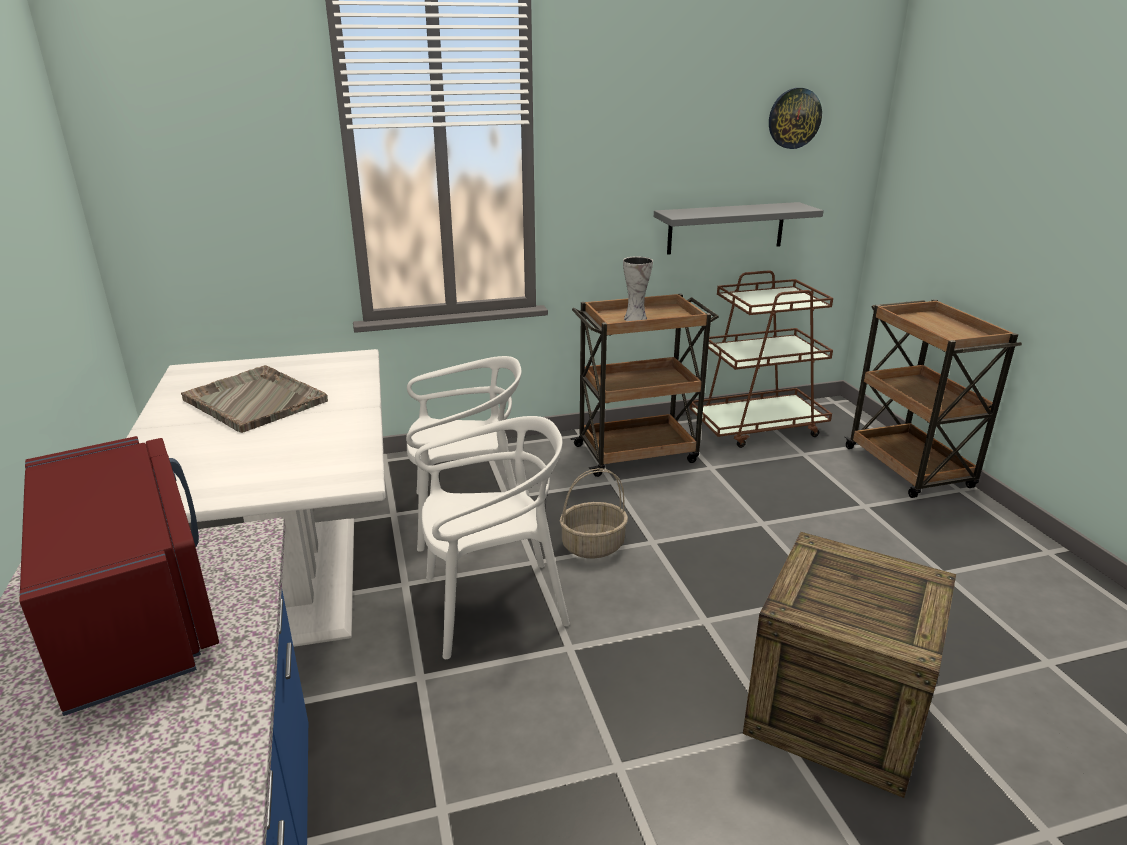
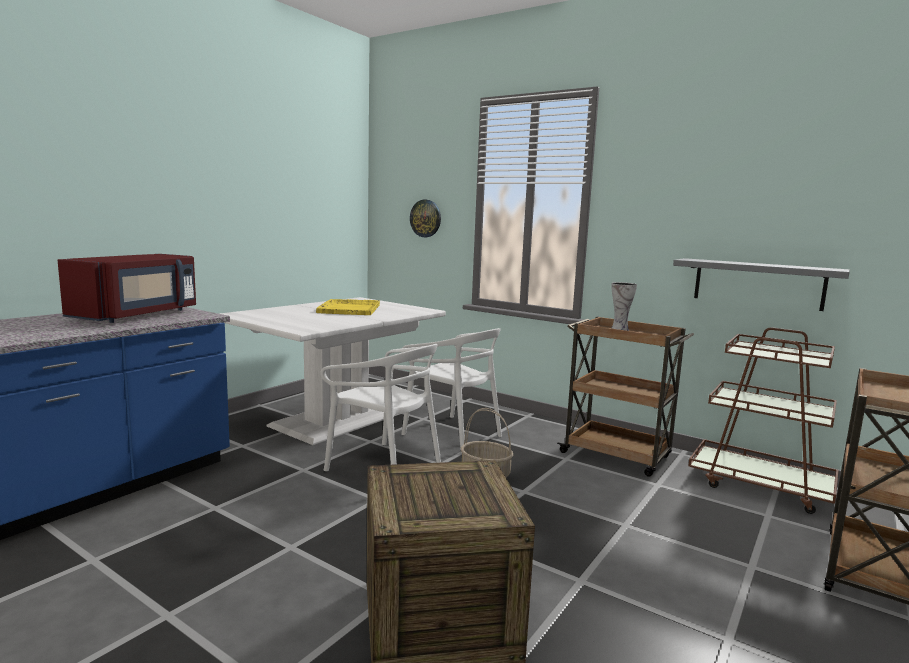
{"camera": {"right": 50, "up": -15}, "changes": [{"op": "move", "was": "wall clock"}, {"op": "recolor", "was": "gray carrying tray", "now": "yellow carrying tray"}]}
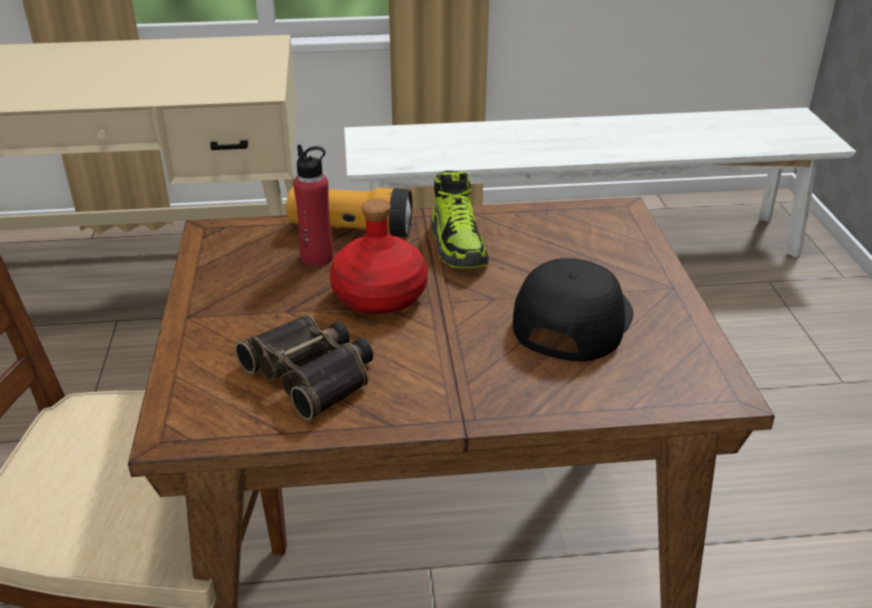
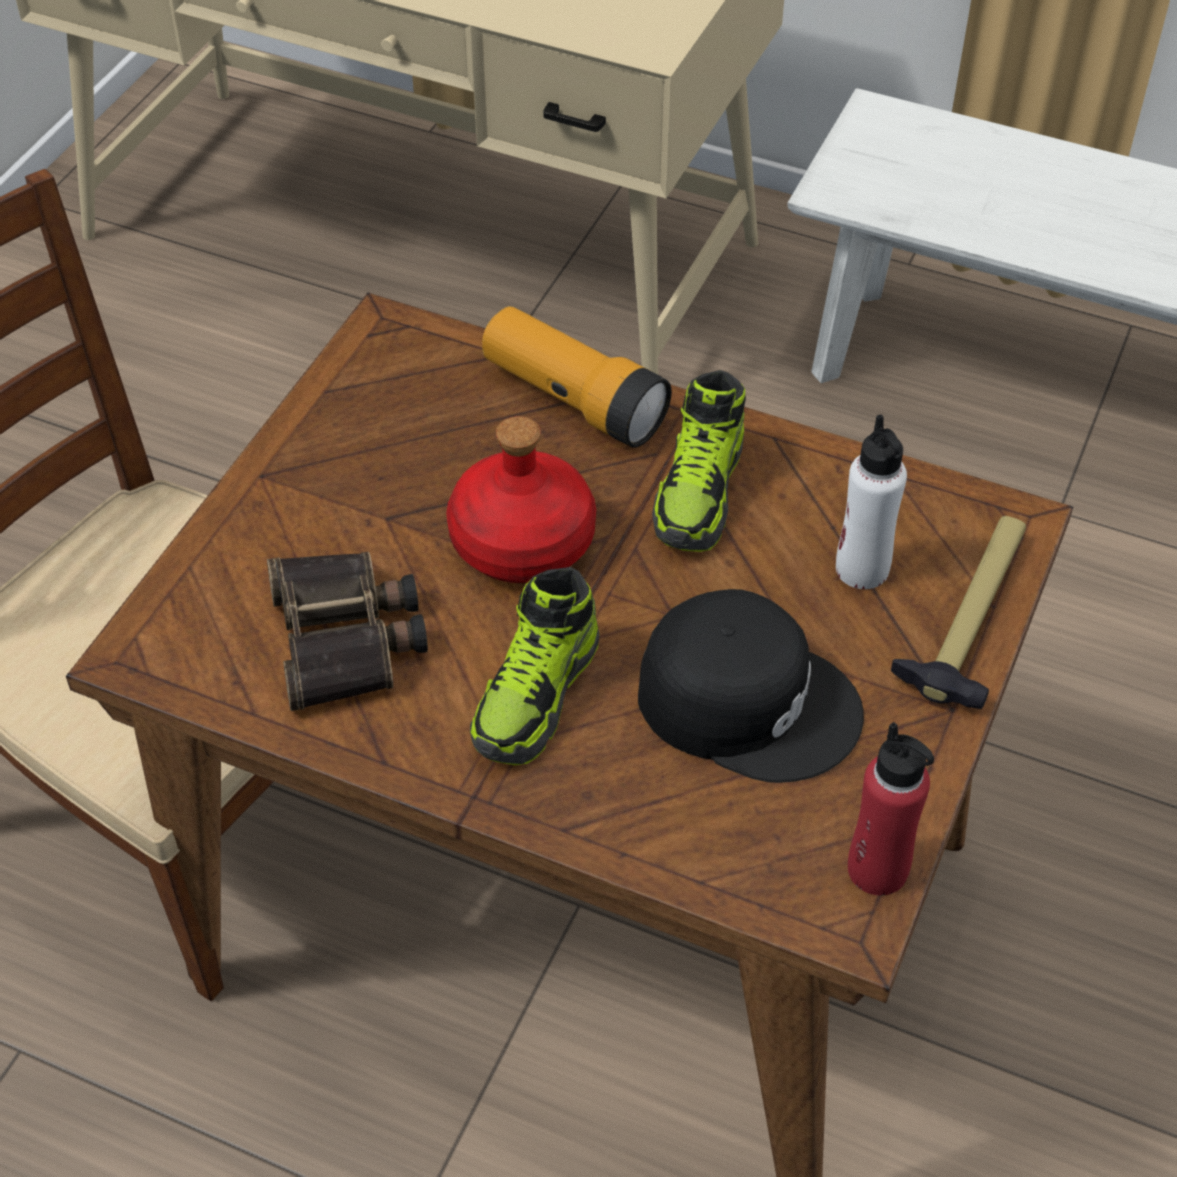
{"camera": {"right": 30, "up": 15}, "changes": [{"op": "insert", "now": "shoe (1st from left)"}, {"op": "insert", "now": "whitish bottle"}, {"op": "insert", "now": "tool hammer"}, {"op": "move", "was": "red bottle (1st from left in the first image)", "now": "red bottle (2nd from left)"}, {"op": "rotate", "was": "black baseball cap", "clockwise": 60}]}
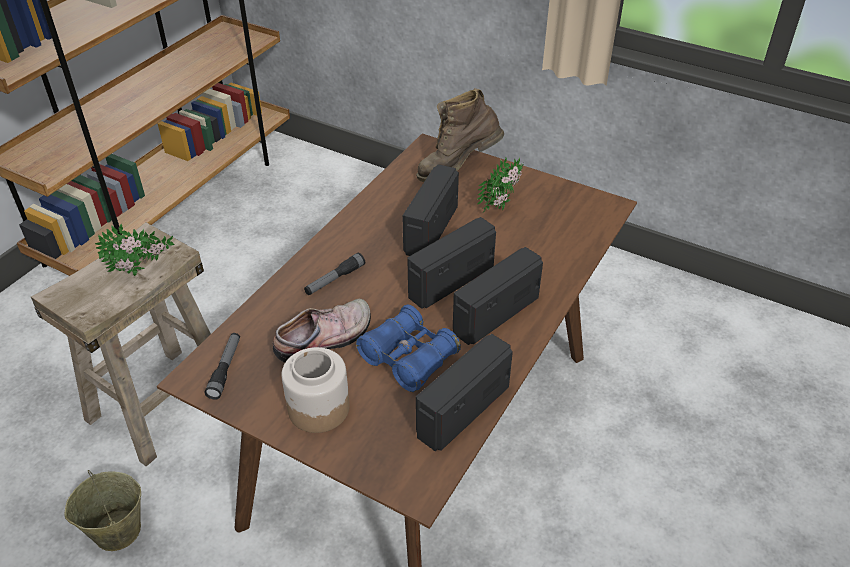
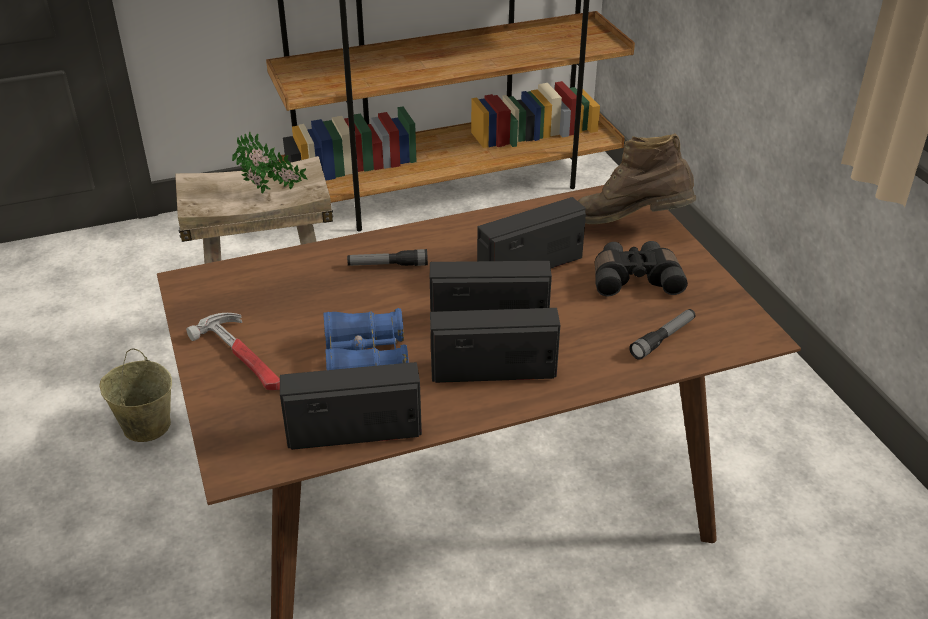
{"camera": {"right": 40, "up": -5}, "changes": [{"op": "delete", "was": "shoe"}, {"op": "move", "was": "hand torch (1st from left in the first image)", "now": "hand torch (2nd from left)"}, {"op": "replace", "was": "jar", "now": "tool hammer"}, {"op": "replace", "was": "potted plant (2nd from left)", "now": "black field glasses"}]}
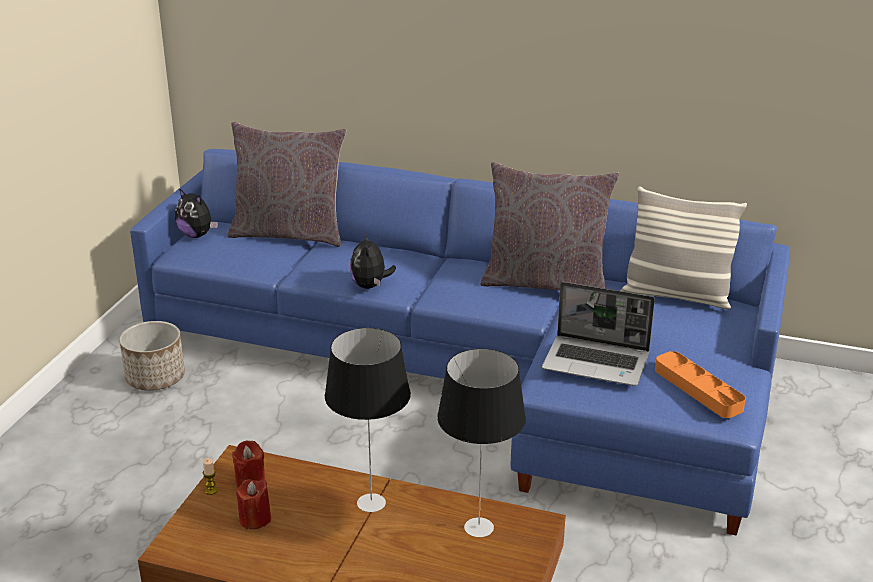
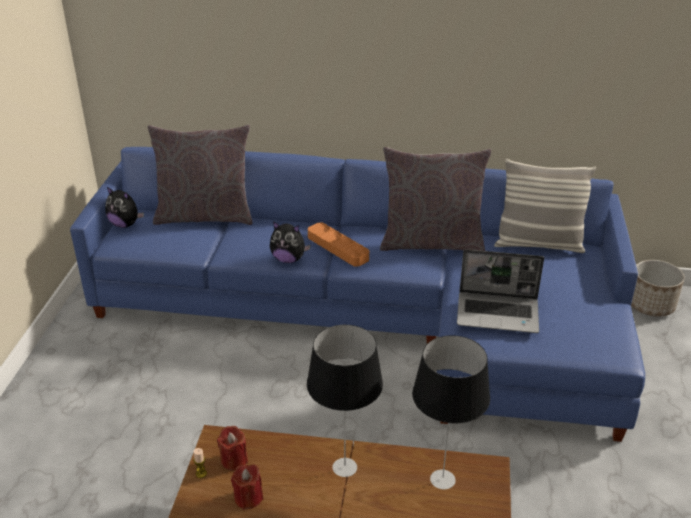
{"camera": {"right": -10, "up": 5}, "changes": [{"op": "move", "was": "plant pot"}, {"op": "move", "was": "orangey carrying tray"}, {"op": "rotate", "was": "plush toy (2nd from left)", "clockwise": -60}]}
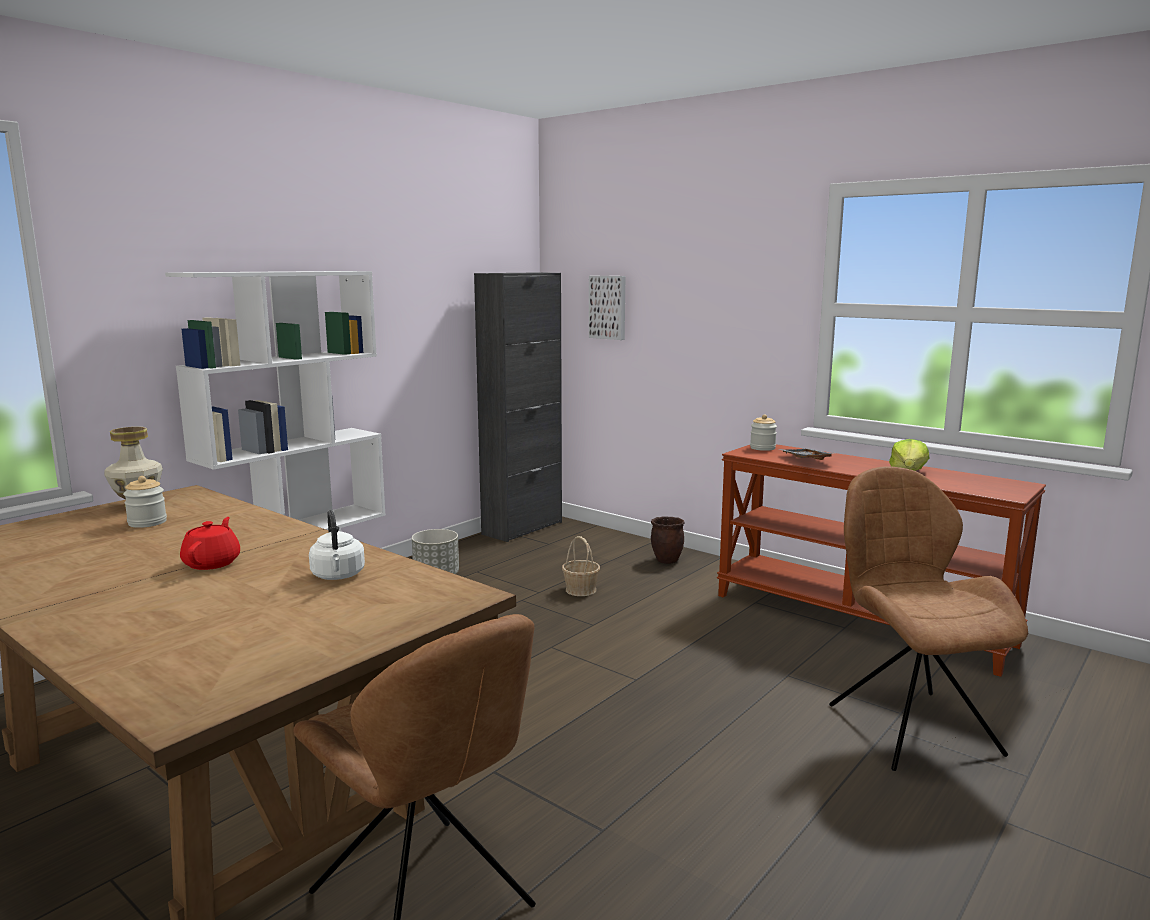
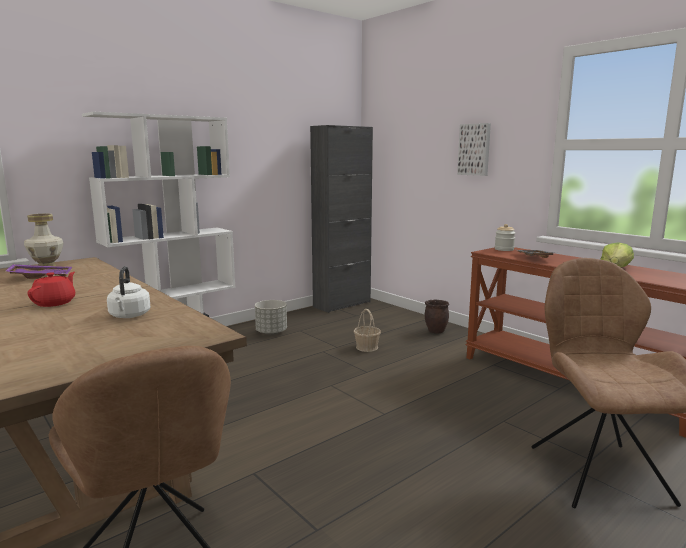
{"camera": {"right": 10, "up": 0}, "changes": [{"op": "move", "was": "wall art"}, {"op": "replace", "was": "jar (1st from left)", "now": "purple-coloured carrying tray"}]}
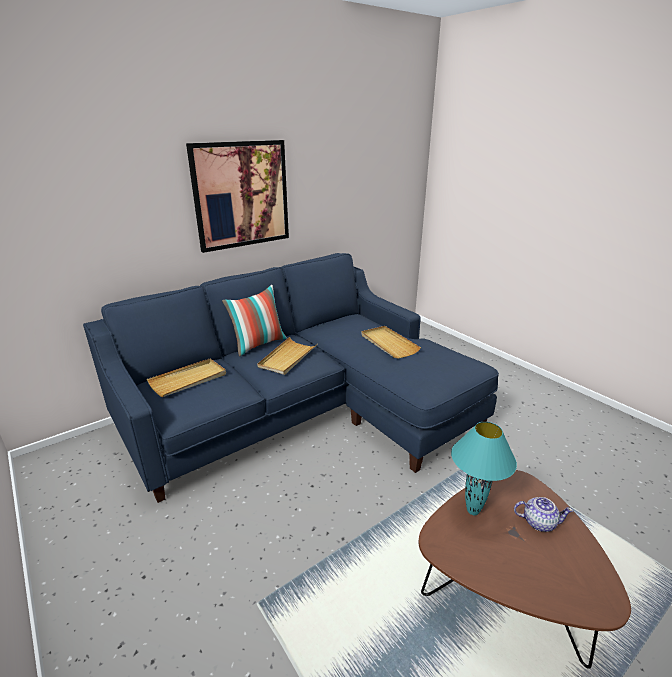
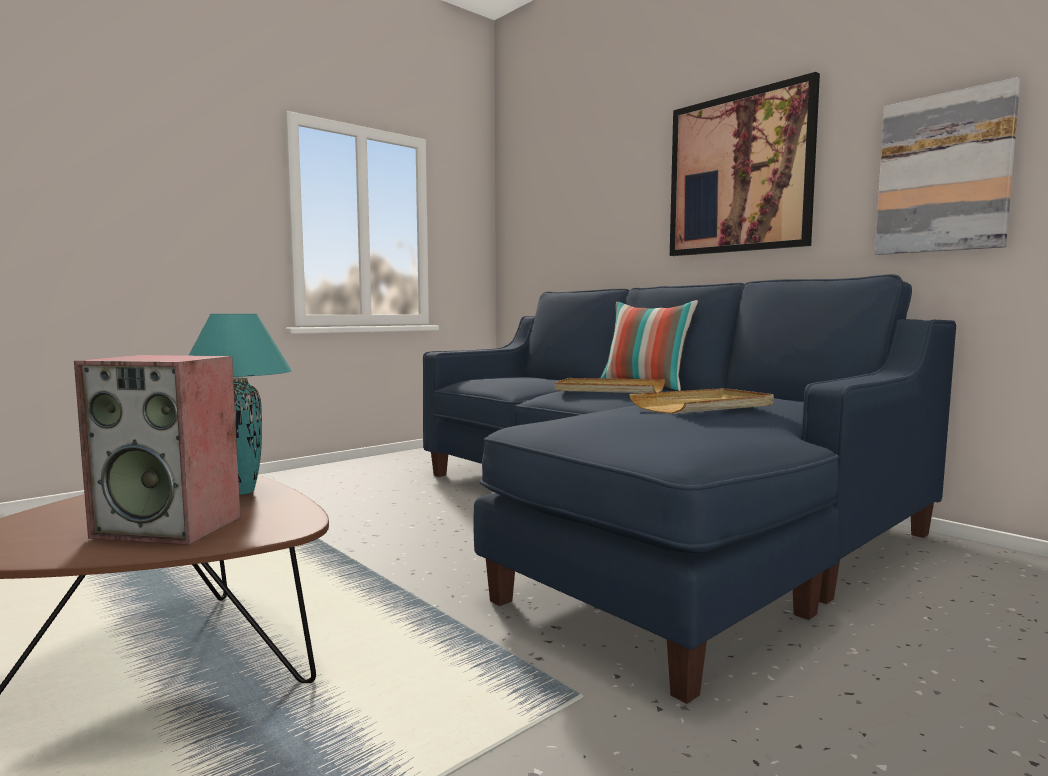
{"camera": {"right": 85, "up": -20}, "changes": [{"op": "delete", "was": "sand-coloured carrying tray (1st from left)"}, {"op": "insert", "now": "wall art (2nd from left)"}, {"op": "replace", "was": "tea pot", "now": "audio speaker"}]}
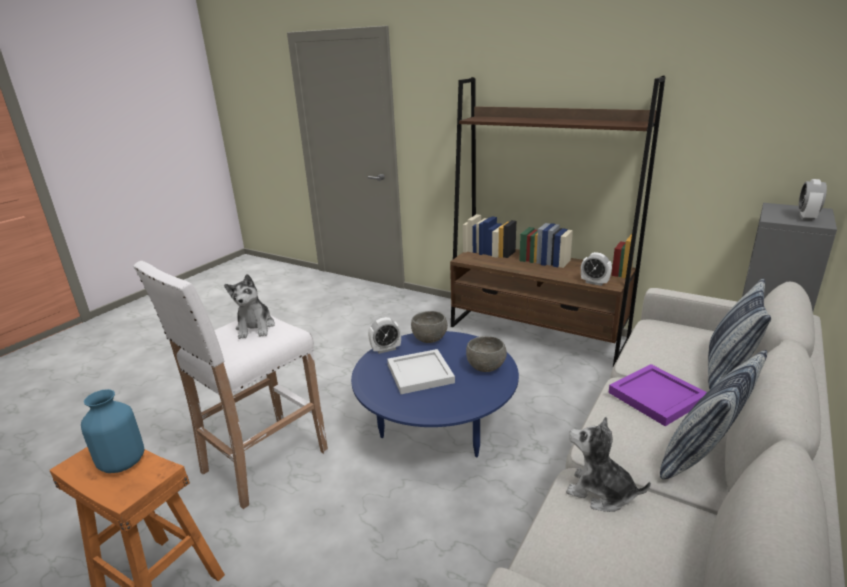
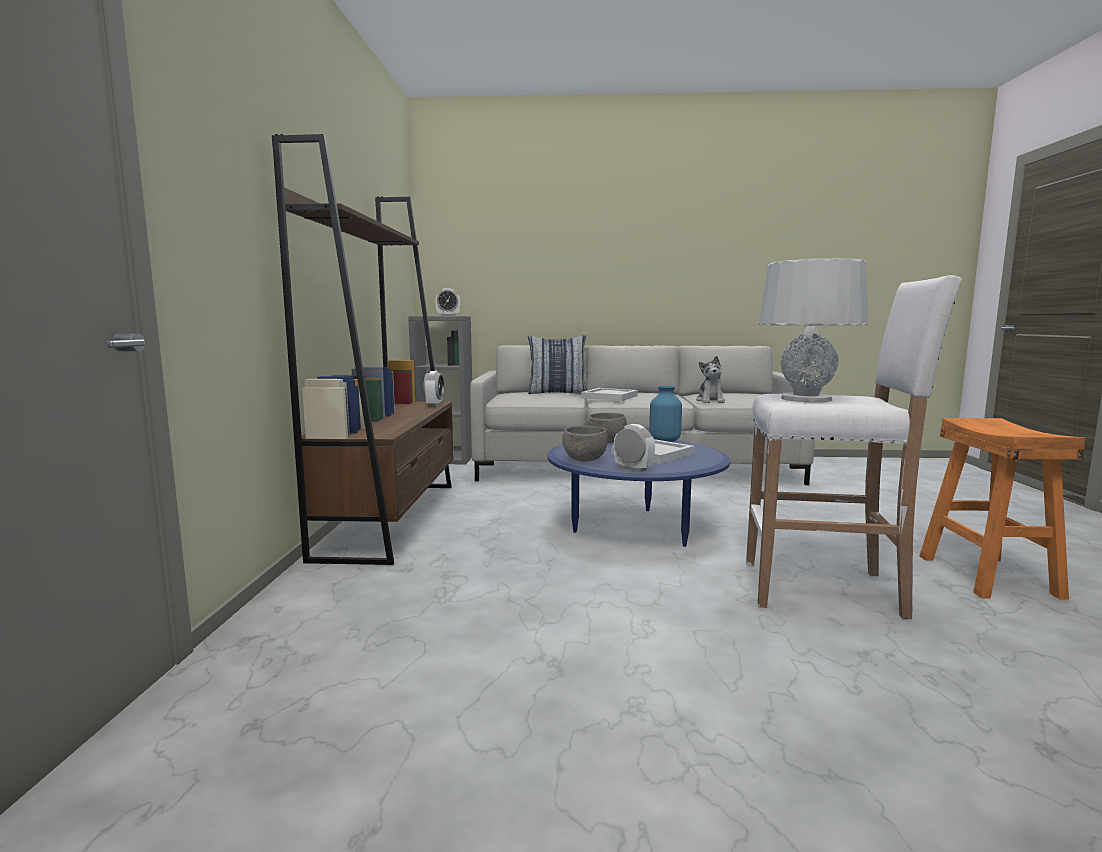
{"camera": {"right": -120, "up": -15}, "changes": [{"op": "delete", "was": "throw pillow (1st from left)"}, {"op": "move", "was": "blue flower vase"}, {"op": "replace", "was": "plush toy (1st from left)", "now": "gray tabletop lamp"}, {"op": "recolor", "was": "purple-coloured carrying tray", "now": "whitish carrying tray (1st from left)"}]}
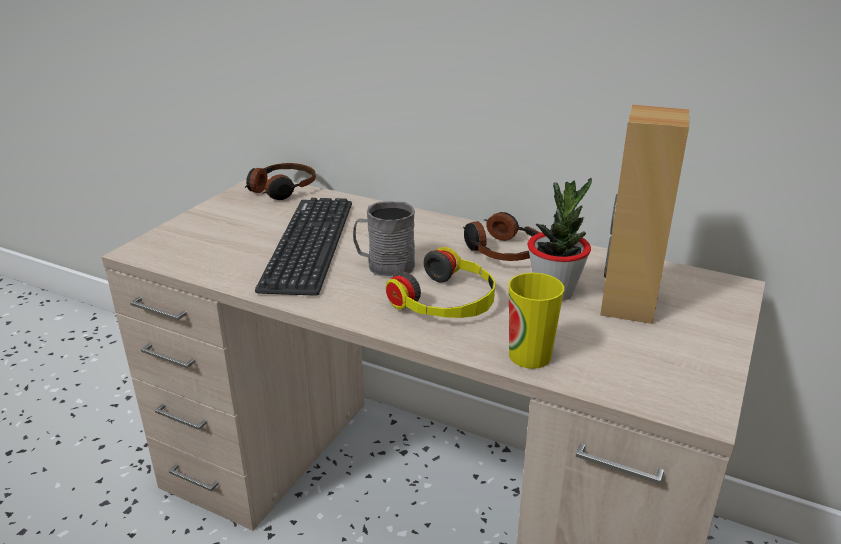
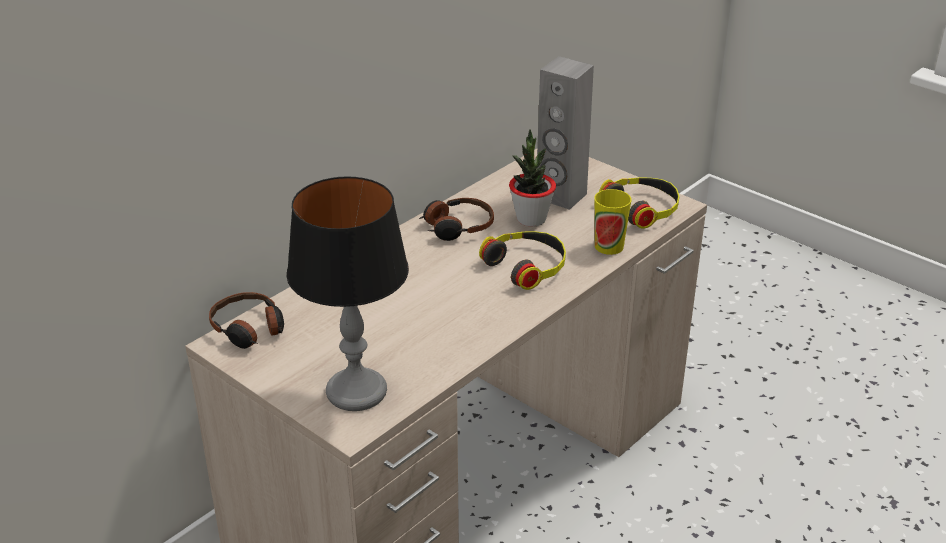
{"camera": {"right": -75, "up": 5}, "changes": [{"op": "delete", "was": "PC keyboard"}, {"op": "delete", "was": "gray coffee mug"}, {"op": "insert", "now": "tabletop lamp"}, {"op": "insert", "now": "pair of headphones (4th from left)"}, {"op": "recolor", "was": "brown-coloured audio speaker", "now": "gray audio speaker"}]}
